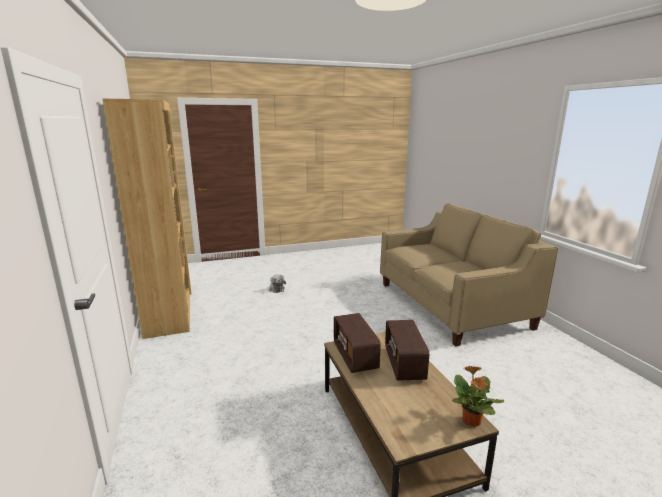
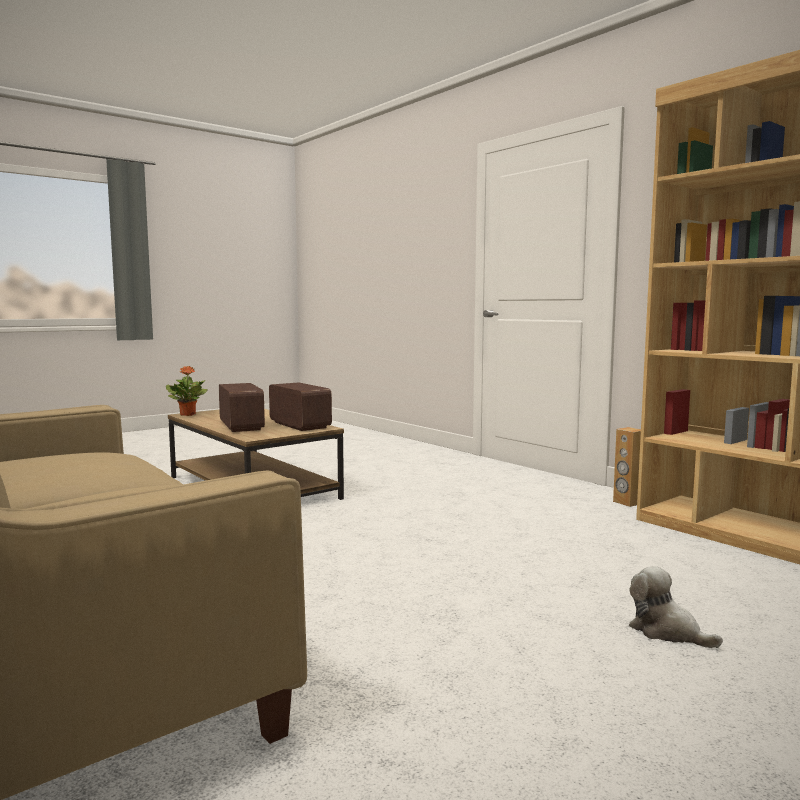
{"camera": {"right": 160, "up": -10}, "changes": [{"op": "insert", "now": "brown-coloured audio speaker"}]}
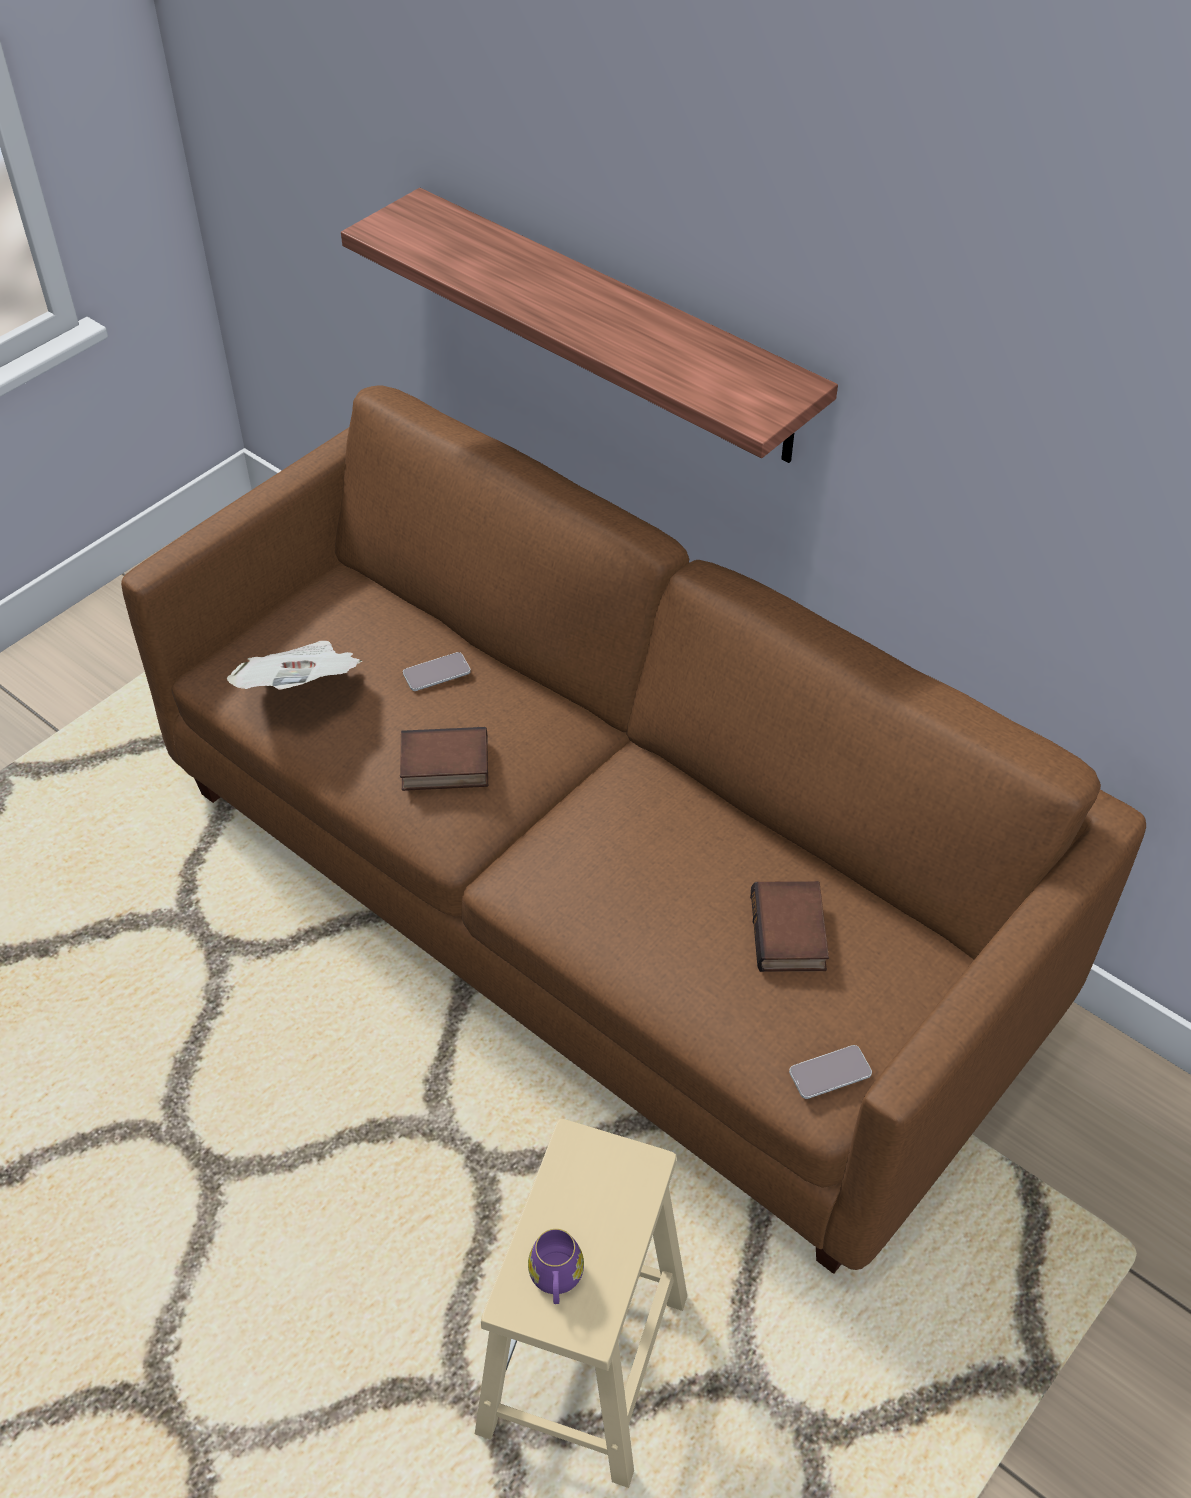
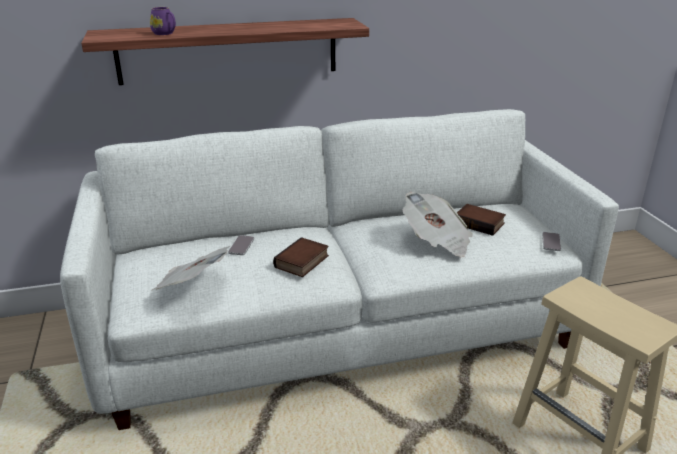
{"camera": {"right": -55, "up": -20}, "changes": [{"op": "insert", "now": "printed paper (2nd from left)"}, {"op": "move", "was": "purple-coloured coffee mug"}, {"op": "recolor", "was": "brown-coloured couch", "now": "whitish couch"}]}
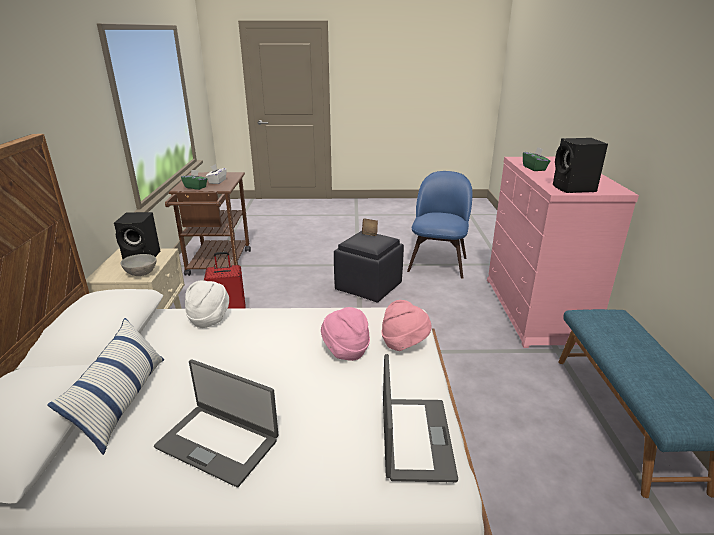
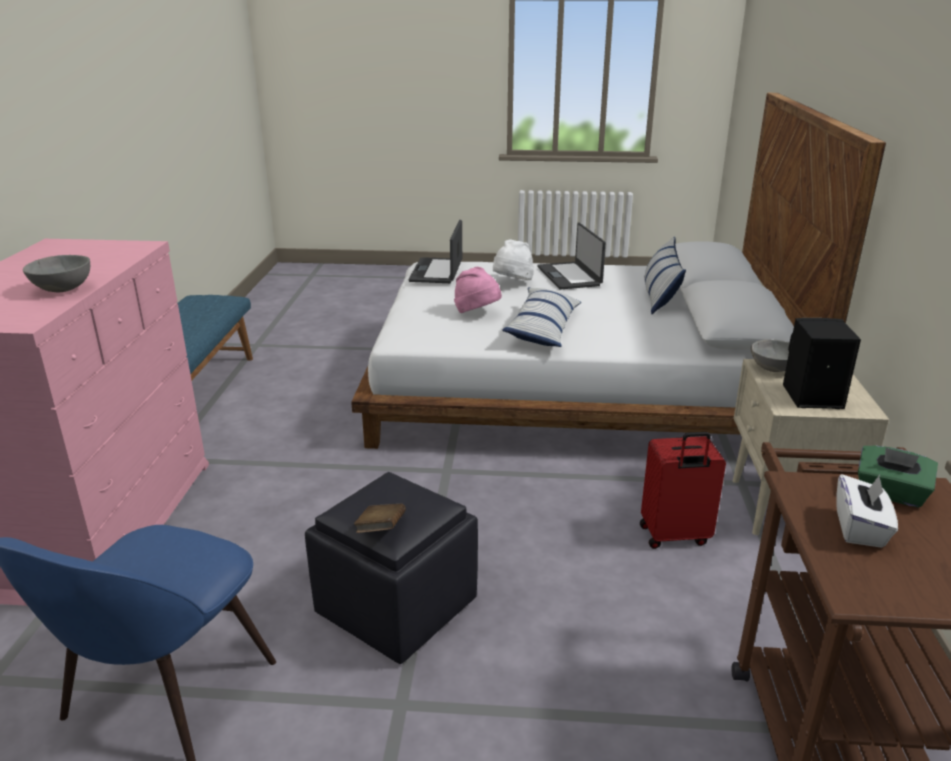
{"camera": {"right": -175, "up": 0}, "changes": [{"op": "delete", "was": "pinkish clothing hat (2nd from left)"}, {"op": "delete", "was": "black audio speaker (2nd from left)"}, {"op": "insert", "now": "throw pillow (1st from left)"}, {"op": "move", "was": "whitish clothing hat"}, {"op": "replace", "was": "green-coloured box of tissues (2nd from left)", "now": "gray bowl (1st from left)"}, {"op": "rotate", "was": "laptop (1st from left in the first image)", "clockwise": -135}]}
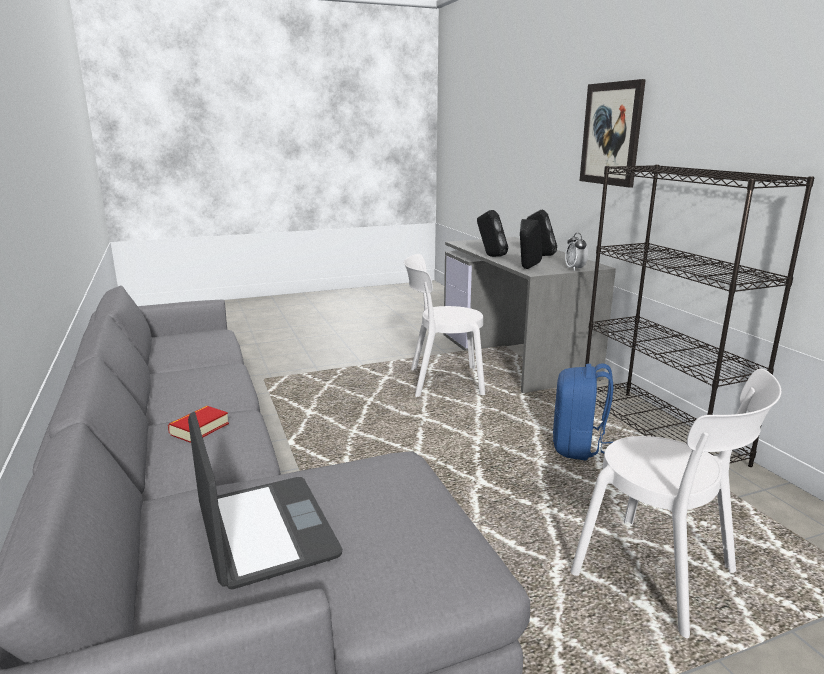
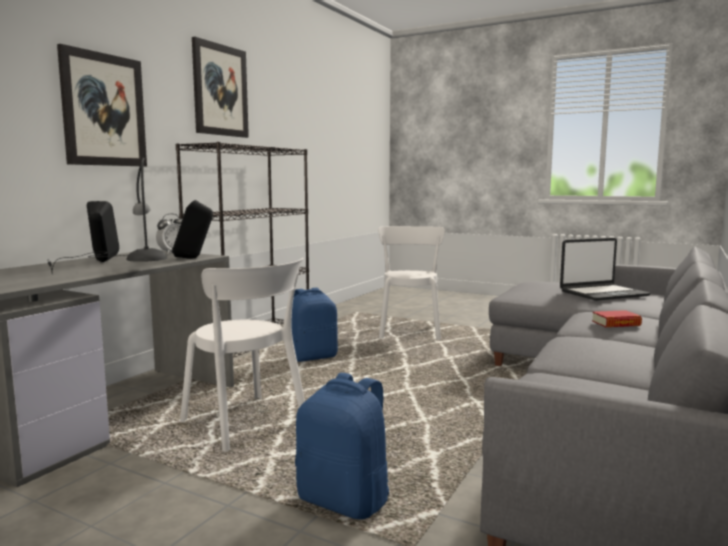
{"camera": {"right": -130, "up": -10}, "changes": [{"op": "insert", "now": "wall art (2nd from left)"}, {"op": "insert", "now": "blue knapsack (2nd from left)"}, {"op": "replace", "was": "black audio speaker (1st from left)", "now": "gray tabletop lamp"}, {"op": "rotate", "was": "laptop", "clockwise": -135}]}
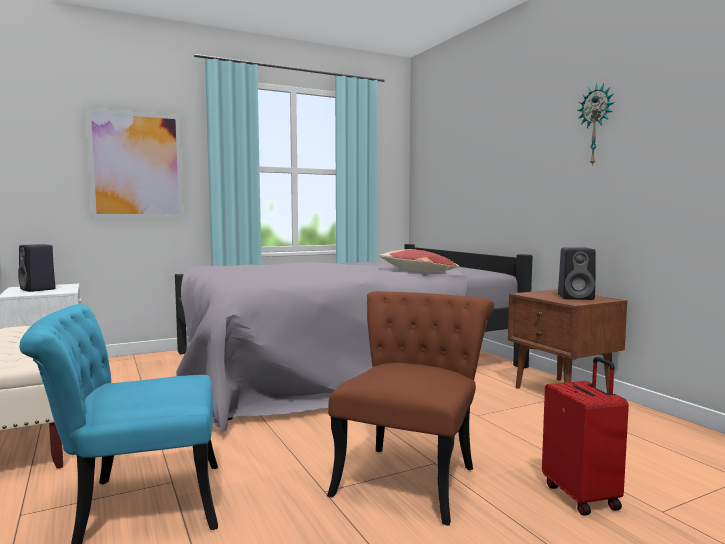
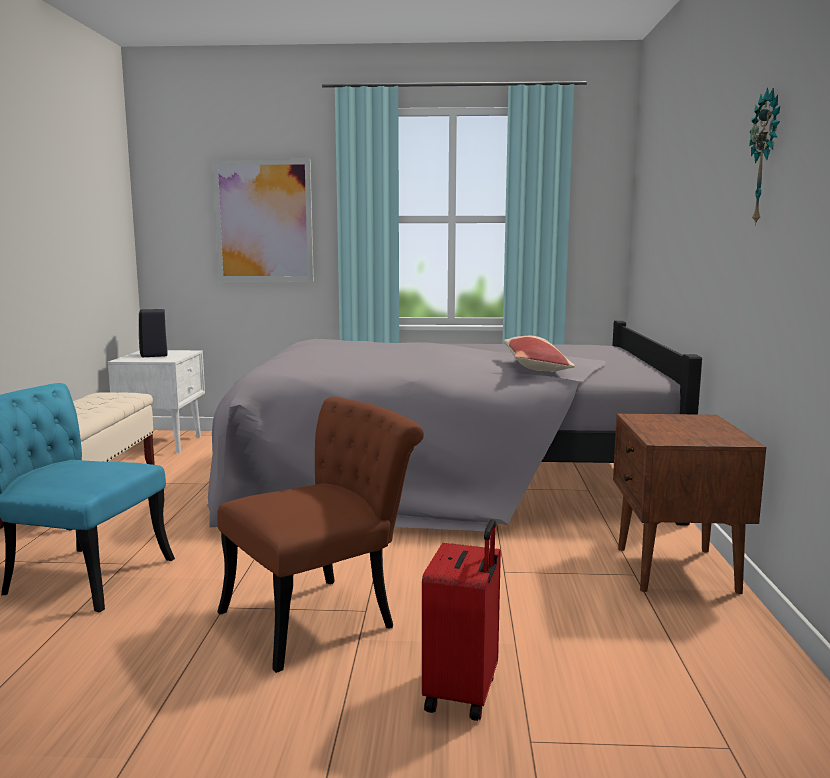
{"camera": {"right": 30, "up": 5}, "changes": [{"op": "delete", "was": "black audio speaker (2nd from left)"}]}
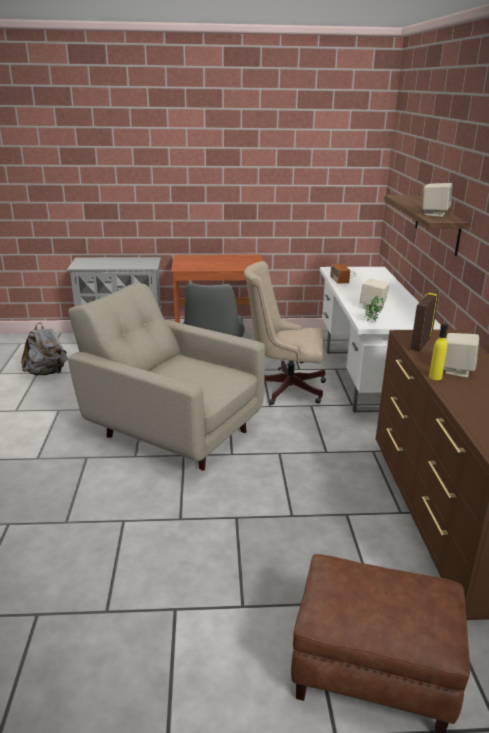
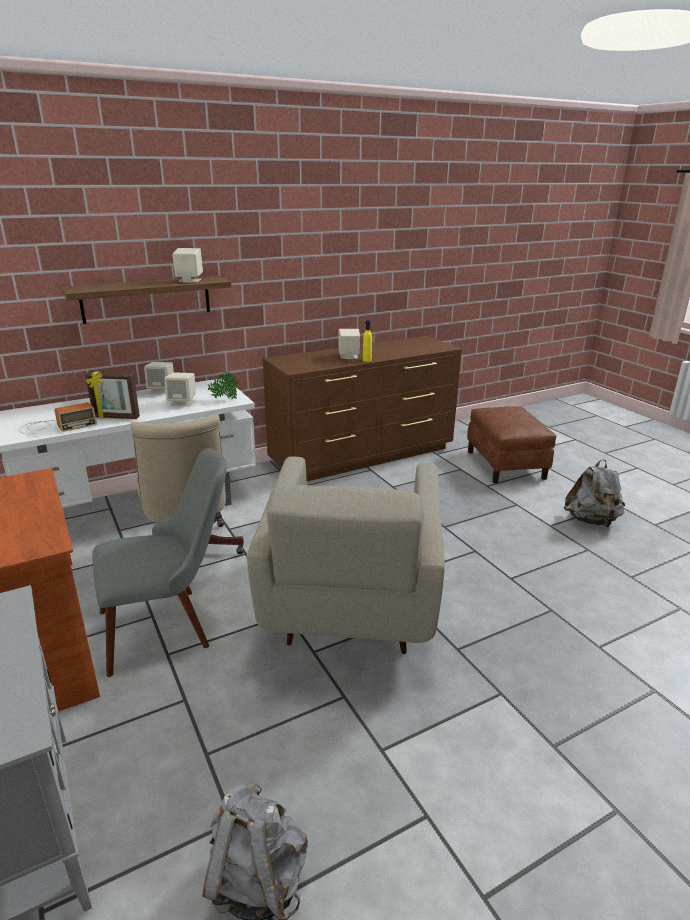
{"camera": {"right": -115, "up": 0}, "changes": [{"op": "insert", "now": "sand-coloured audio speaker (1st from left)"}, {"op": "insert", "now": "gray knapsack (2nd from left)"}, {"op": "move", "was": "standing frame"}]}
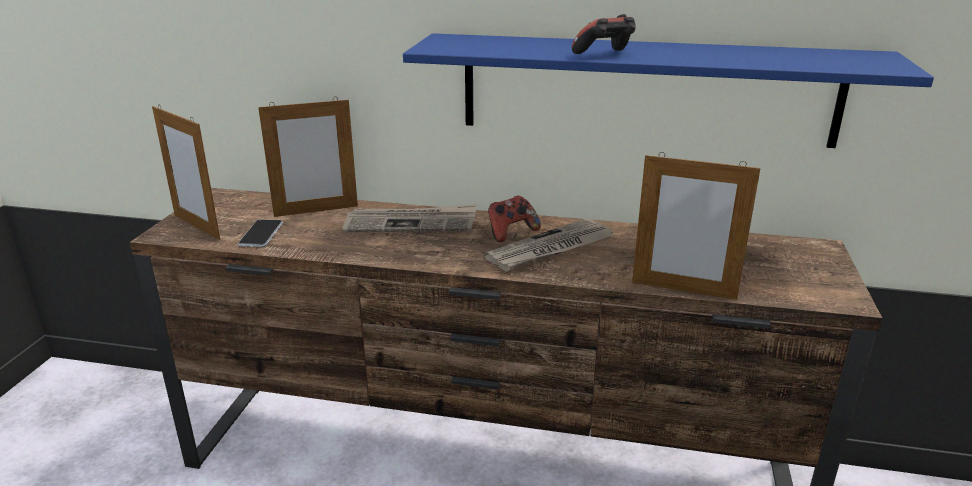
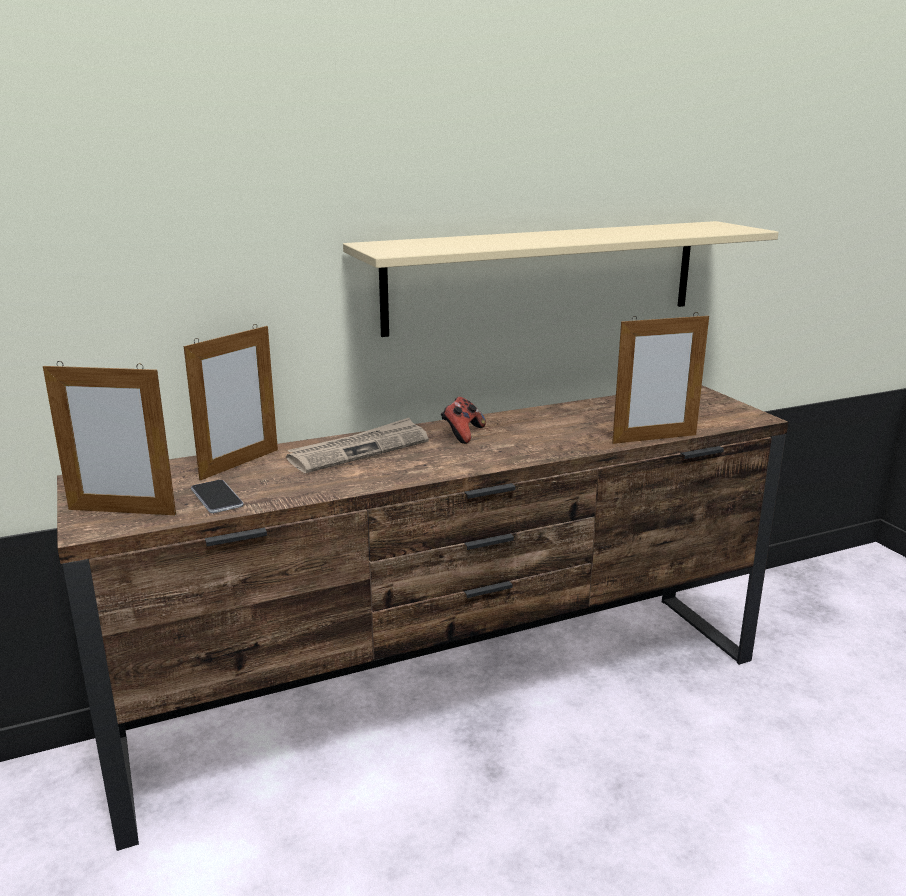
{"camera": {"right": -35, "up": -5}, "changes": [{"op": "delete", "was": "printed paper (2nd from left)"}, {"op": "delete", "was": "joypad (2nd from left)"}, {"op": "recolor", "was": "blue wall shelf", "now": "sand-coloured wall shelf"}]}
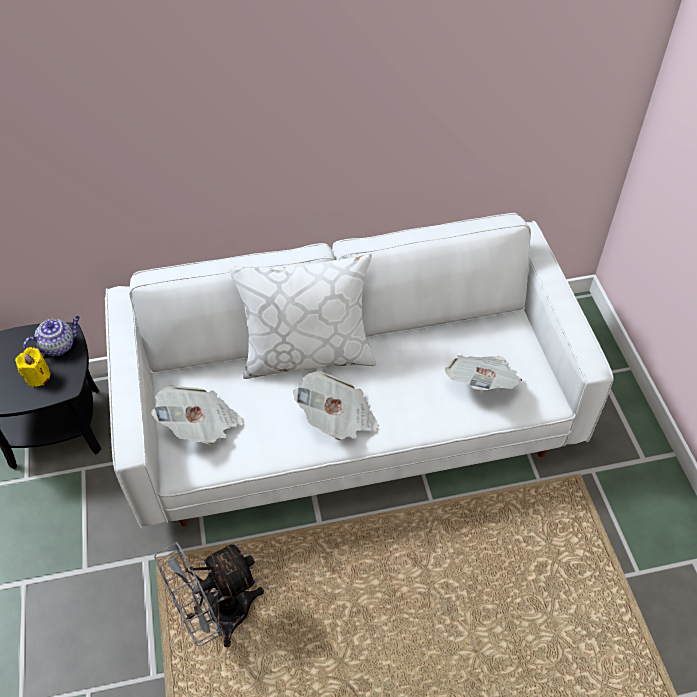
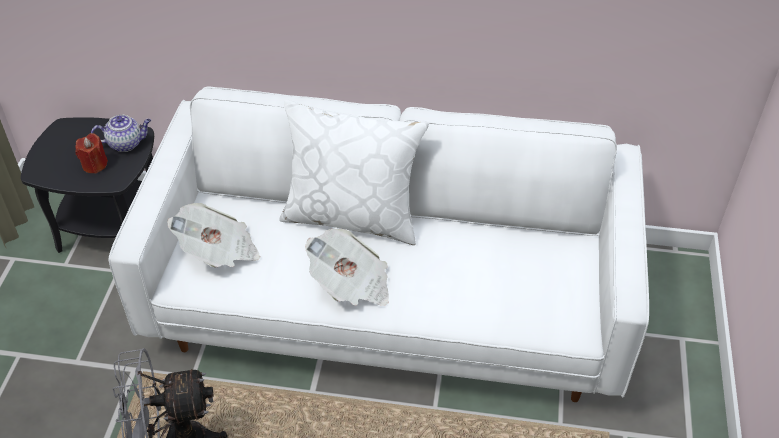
{"camera": {"right": 20, "up": -5}, "changes": [{"op": "delete", "was": "printed paper (3rd from left)"}, {"op": "recolor", "was": "yellow wax light", "now": "red wax light"}]}
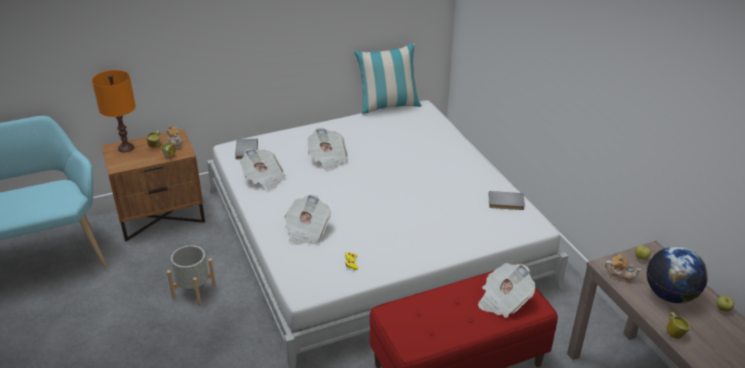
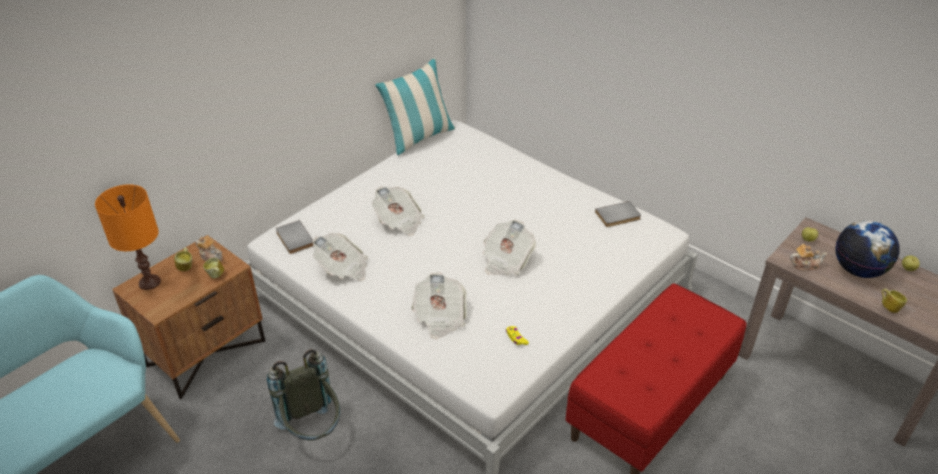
{"camera": {"right": -25, "up": 5}, "changes": [{"op": "move", "was": "printed paper (4th from left)"}, {"op": "replace", "was": "gray plant pot", "now": "gray knapsack"}]}
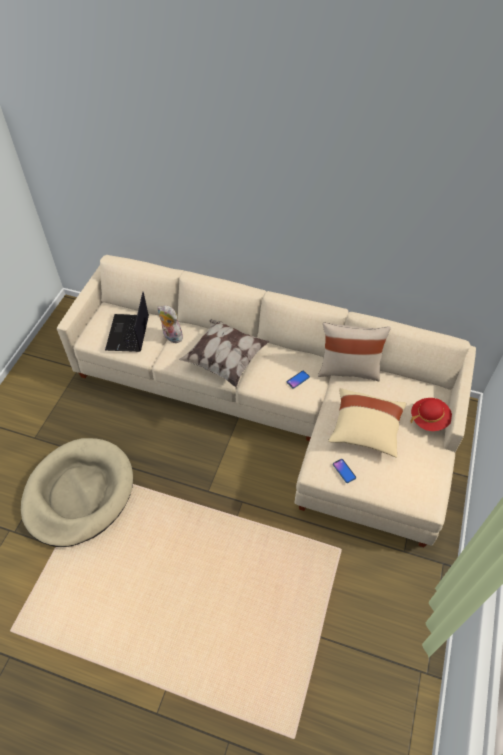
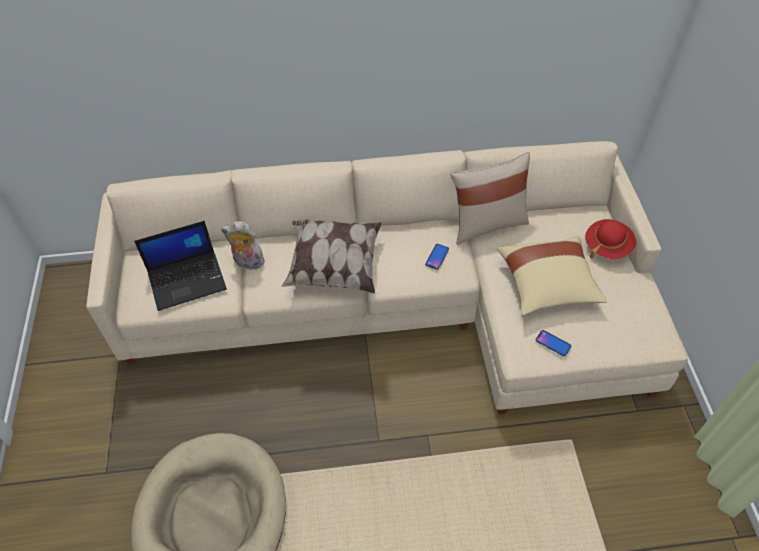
{"camera": {"right": -25, "up": 0}, "changes": [{"op": "rotate", "was": "laptop", "clockwise": -90}]}
